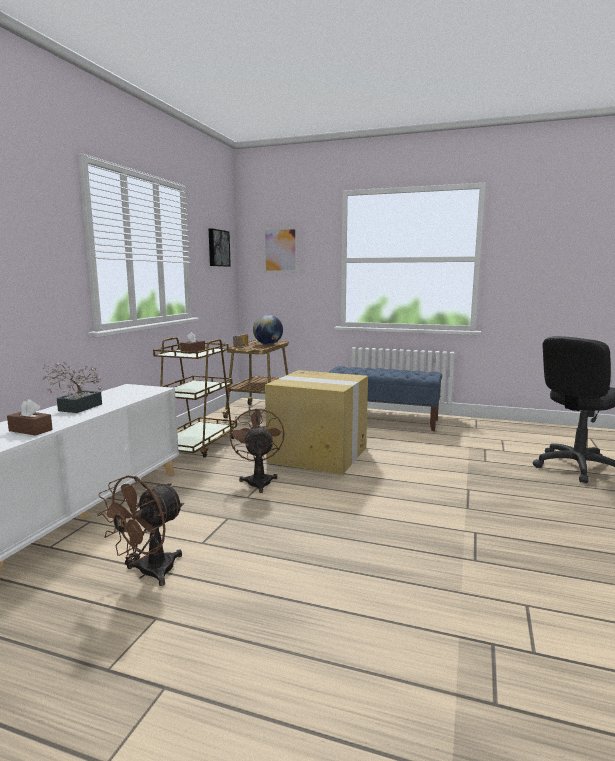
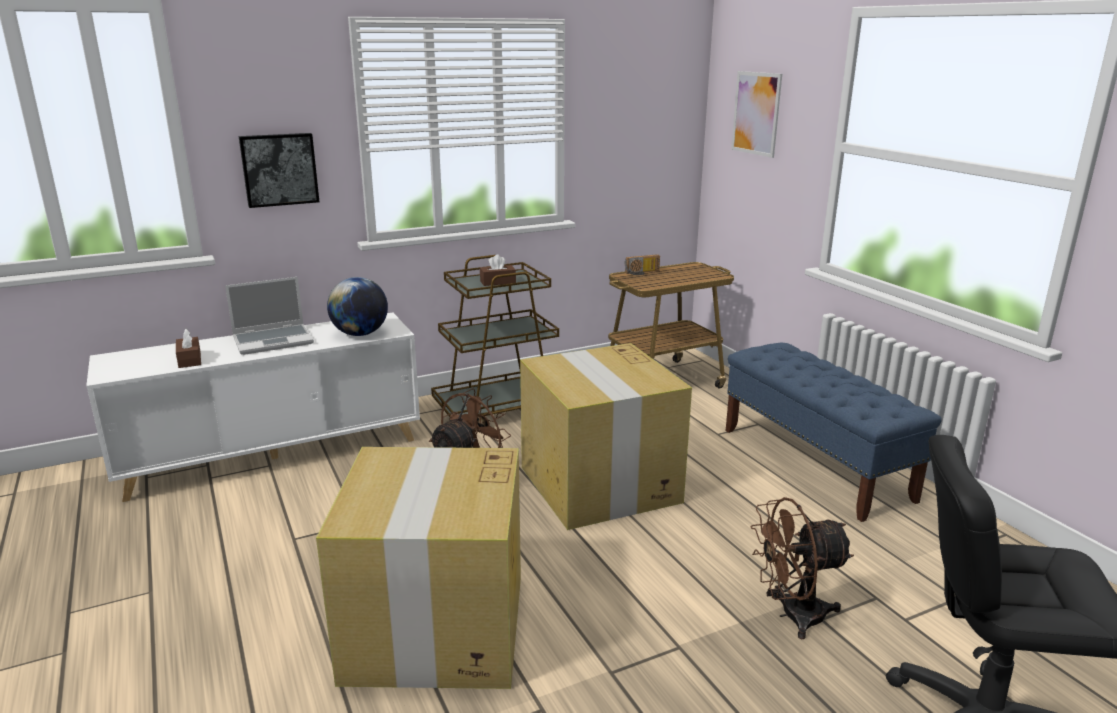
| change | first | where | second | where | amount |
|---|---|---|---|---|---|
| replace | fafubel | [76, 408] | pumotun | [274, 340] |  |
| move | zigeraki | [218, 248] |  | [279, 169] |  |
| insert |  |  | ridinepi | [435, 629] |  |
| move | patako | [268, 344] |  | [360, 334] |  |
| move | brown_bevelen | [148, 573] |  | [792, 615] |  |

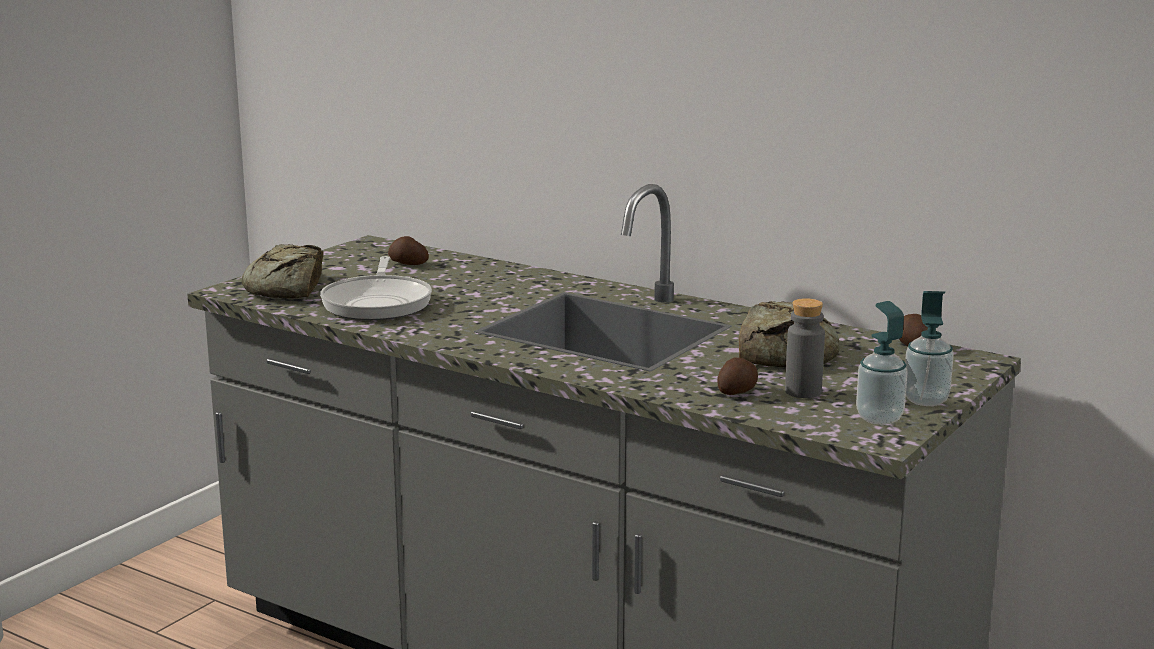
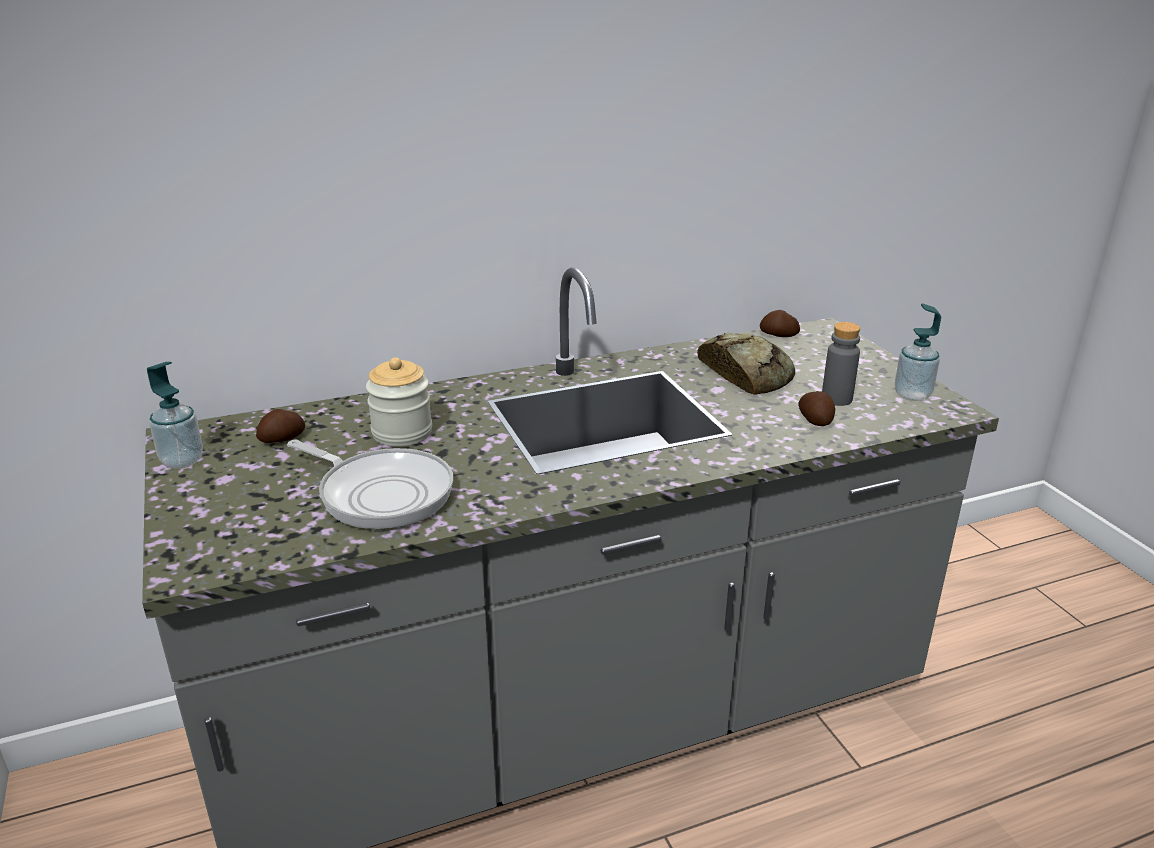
| change | first | where | second | where | amount |
|---|---|---|---|---|---|
| move | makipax | [926, 400] |  | [182, 461] |  |
| insert |  |  | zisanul | [402, 433] |  |
| delete | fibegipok | [286, 288] |  |  |  |

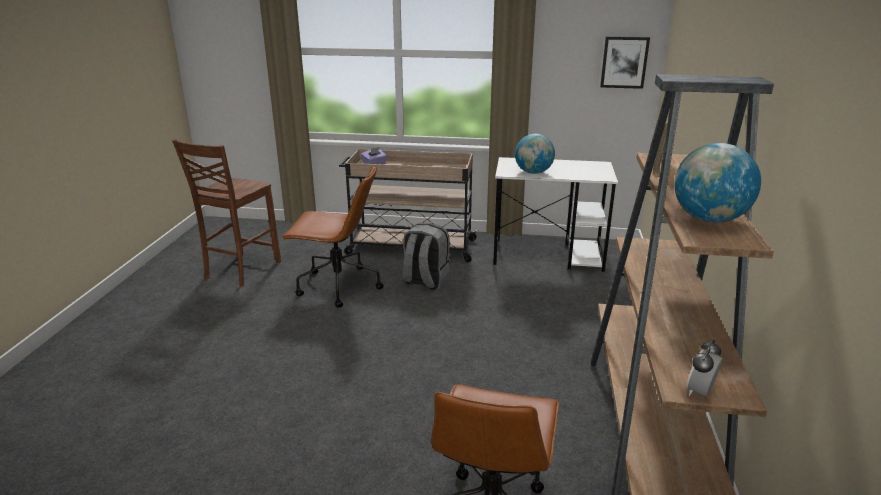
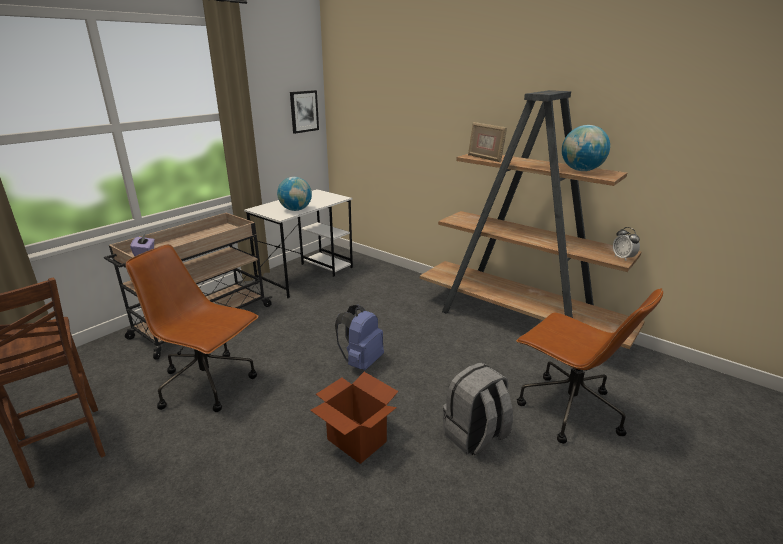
| change | first | where | second | where | amount |
|---|---|---|---|---|---|
| rotate | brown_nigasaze | [337, 286] |  | [208, 384] | 105 degrees counterclockwise |
| insert |  |  | ridinepi | [356, 440] |  |
| insert |  |  | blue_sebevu | [361, 362] |  |
| move | grey_sebevu | [425, 281] |  | [475, 436] |  |

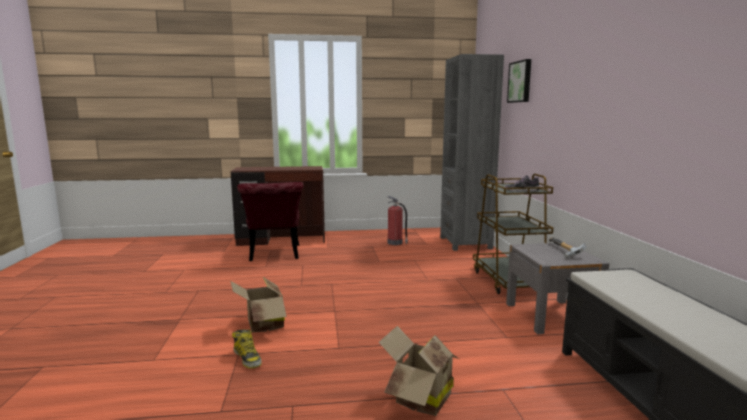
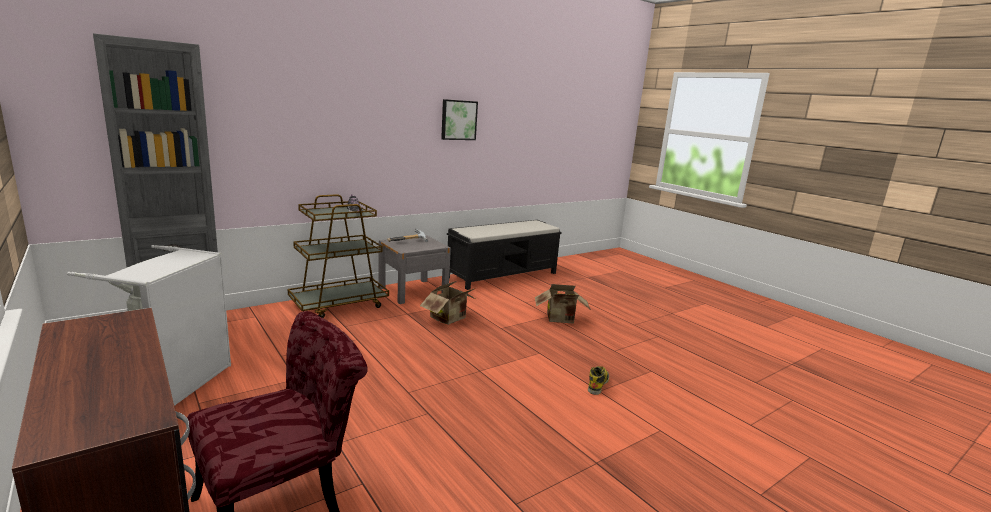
| change | first | where | second | where | amount |
|---|---|---|---|---|---|
| replace | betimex | [395, 243] | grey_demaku | [176, 384] |  |
| move | ridinepi | [262, 325] |  | [450, 319] |  |
| move | zigeraki | [520, 82] |  | [458, 120] |  |

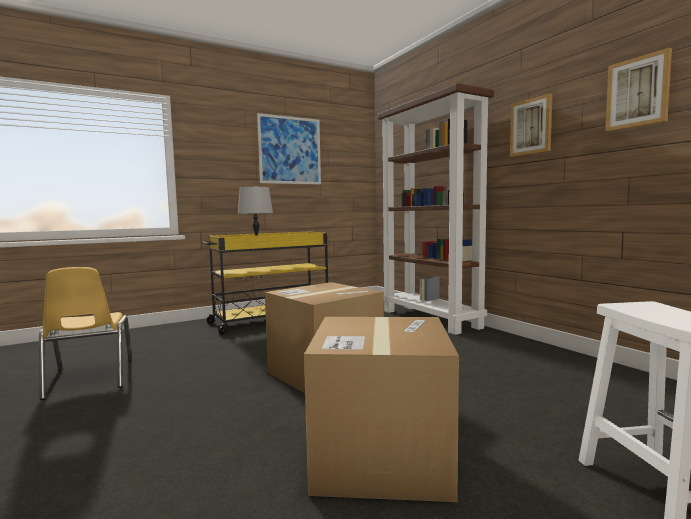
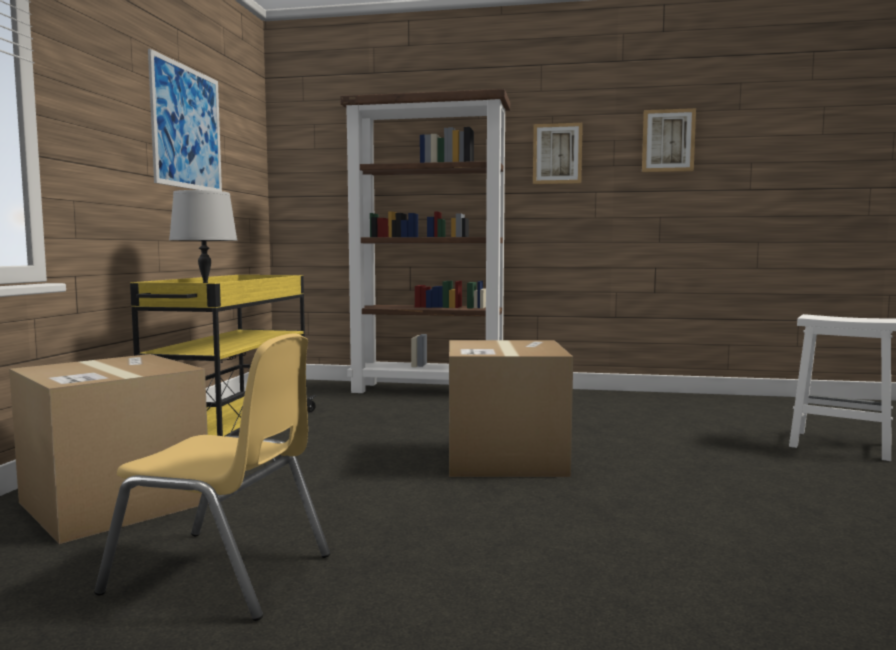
| change | first | where | second | where | amount |
|---|---|---|---|---|---|
| move | ridinepi | [381, 456] |  | [114, 502] |  |

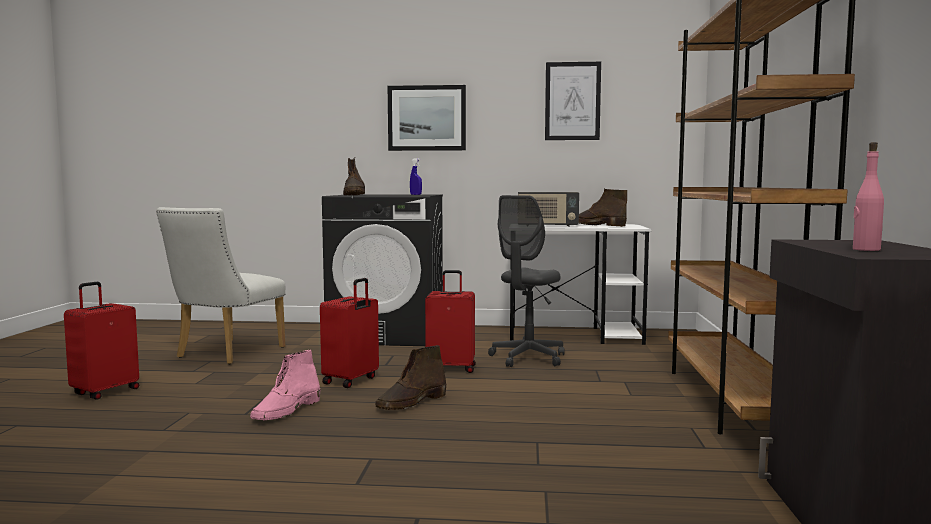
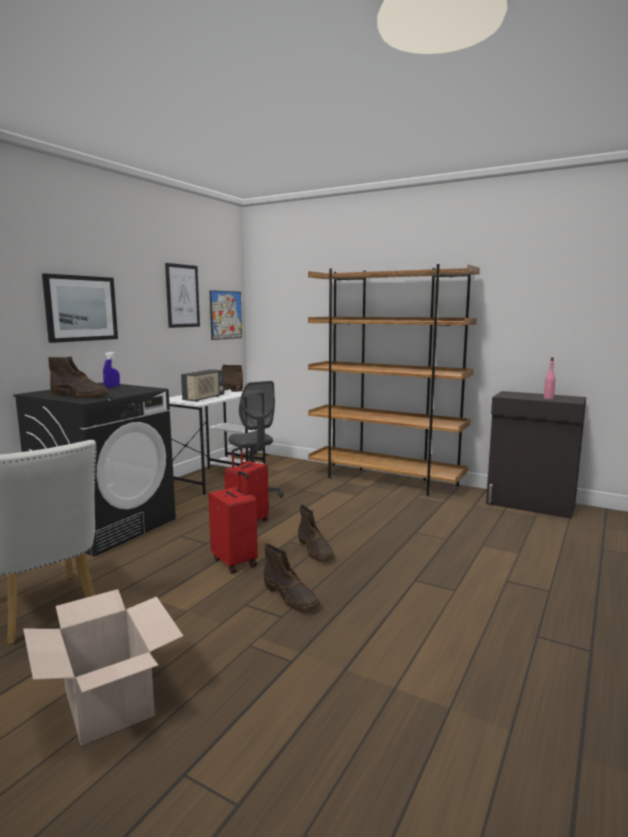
| change | first | where | second | where | amount |
|---|---|---|---|---|---|
| replace | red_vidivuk | [105, 392] | ridinepi | [107, 702] |  |
| insert |  |  | zigeraki | [226, 315] |  |
| recolor | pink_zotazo | [286, 411] | brown_zotazo | [291, 597] |  |

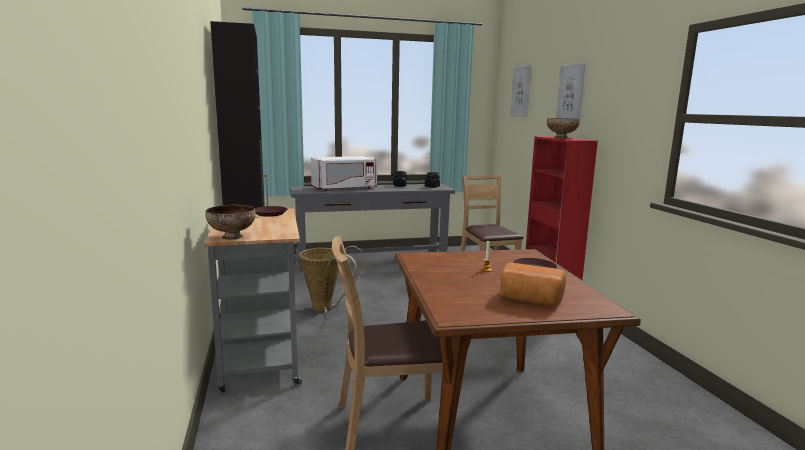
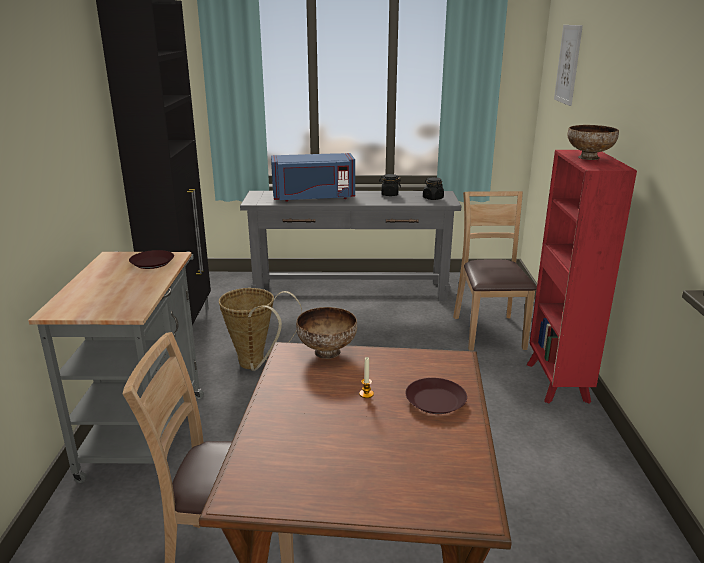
| change | first | where | second | where | amount |
|---|---|---|---|---|---|
| recolor | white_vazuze | [345, 188] | blue_vazuze | [313, 198] |  |
| move | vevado | [231, 237] |  | [326, 352] |  |
| delete | fibegipok | [530, 300] |  |  |  |
| delete | zigeraki | [570, 94] |  |  |  |

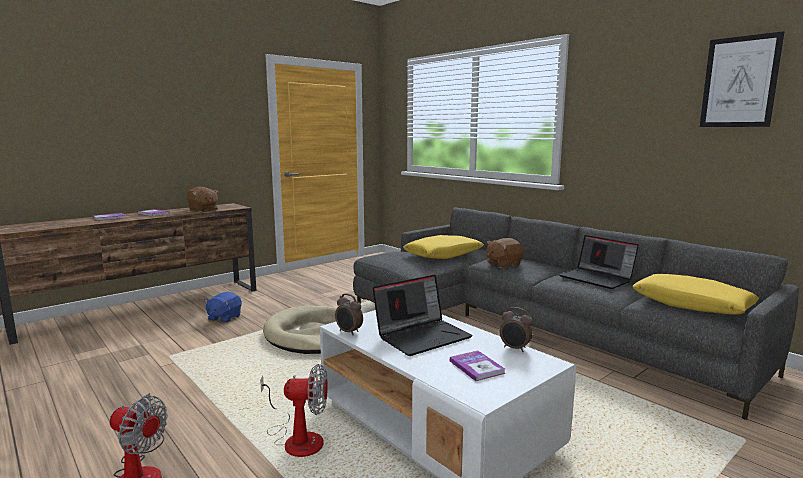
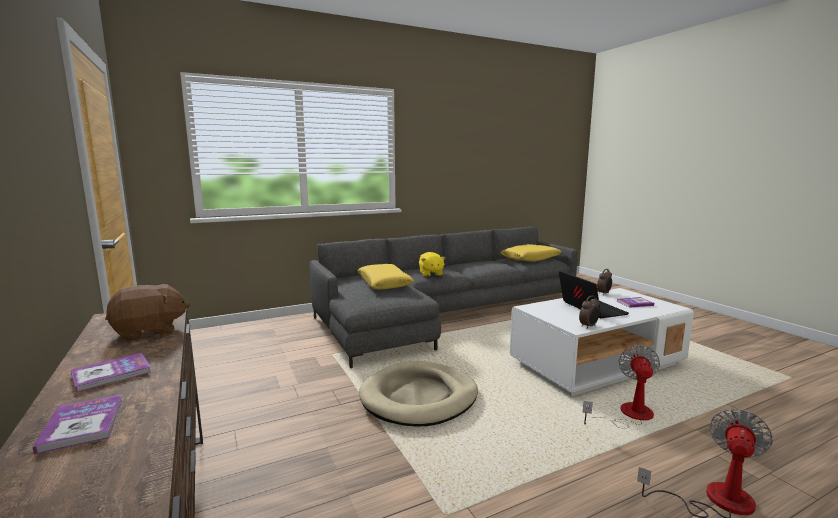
| change | first | where | second | where | amount |
|---|---|---|---|---|---|
| recolor | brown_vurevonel | [503, 264] | yellow_vurevonel | [431, 274] |  |
| delete | blue_vurevonel | [224, 318] |  |  |  |
| delete | pumotun | [597, 278] |  |  |  |
| delete | zigeraki | [739, 82] |  |  |  |

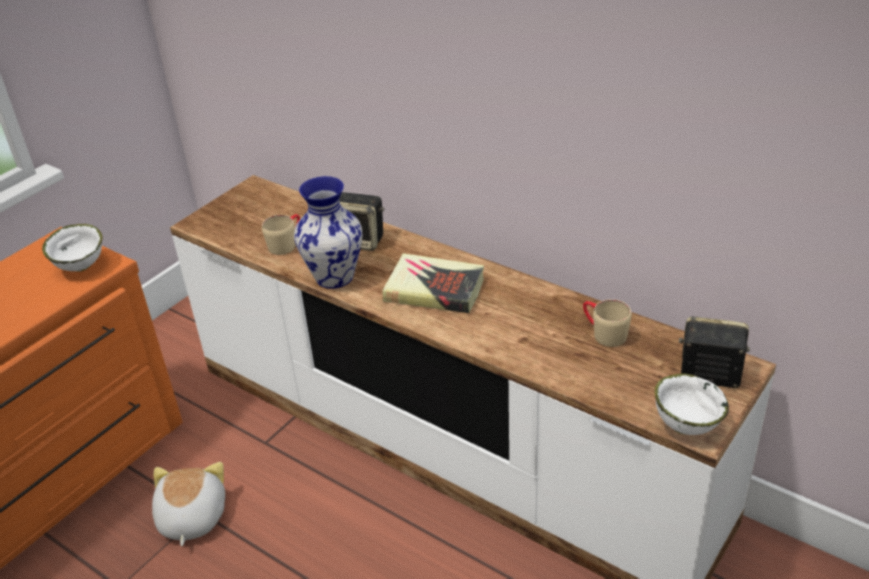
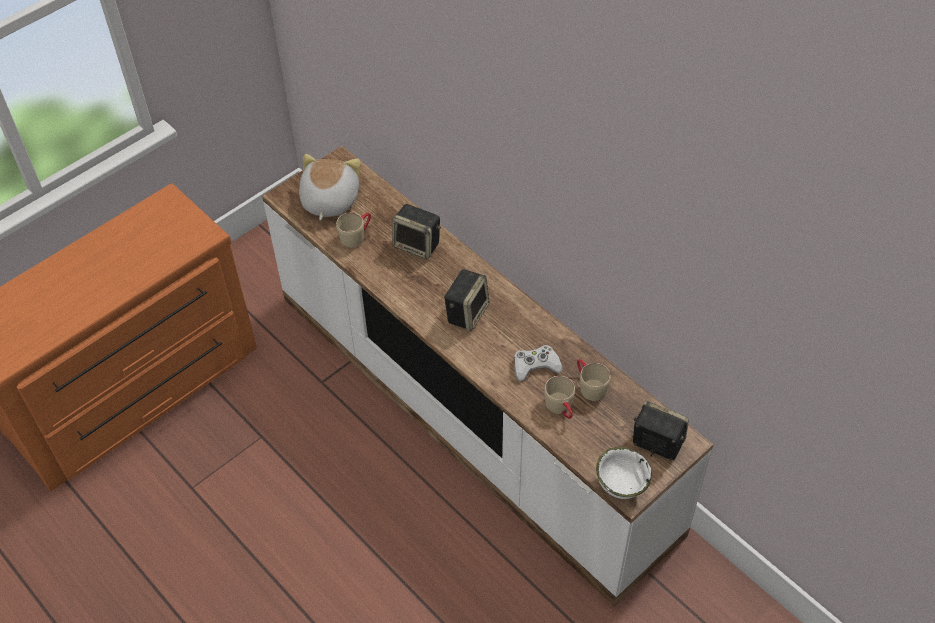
| change | first | where | second | where | amount |
|---|---|---|---|---|---|
| move | vurevonel | [191, 518] |  | [328, 200] |  |
| replace | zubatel | [434, 289] | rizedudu | [467, 312] |  |
| insert |  |  | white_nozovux | [535, 366] |  |
| insert |  |  | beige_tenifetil | [561, 408] |  |
| delete | white_vevado | [82, 266] |  |  |  |
| delete | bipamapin | [335, 276] |  |  |  |

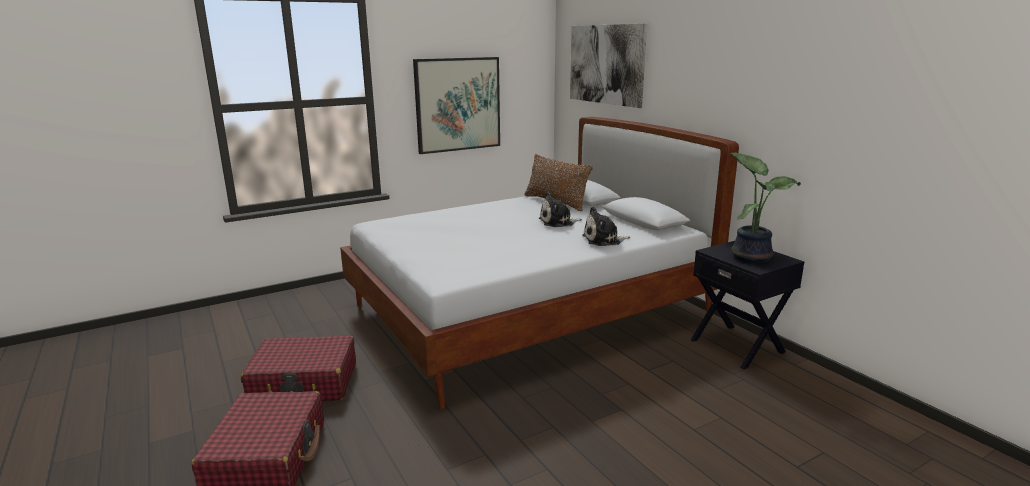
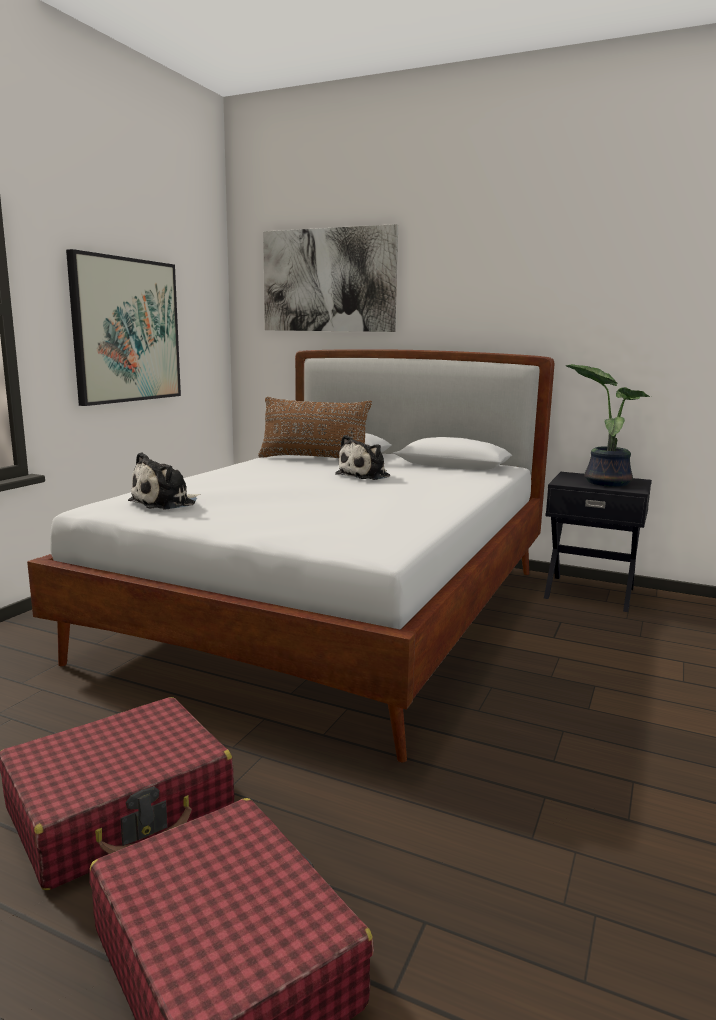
| change | first | where | second | where | amount |
|---|---|---|---|---|---|
| move | vurevonel | [603, 240] |  | [166, 503] |  |

